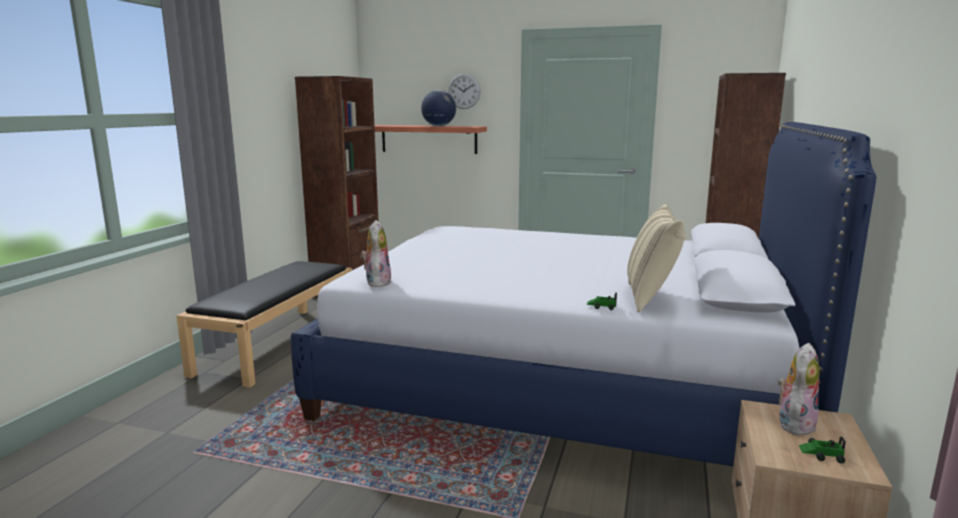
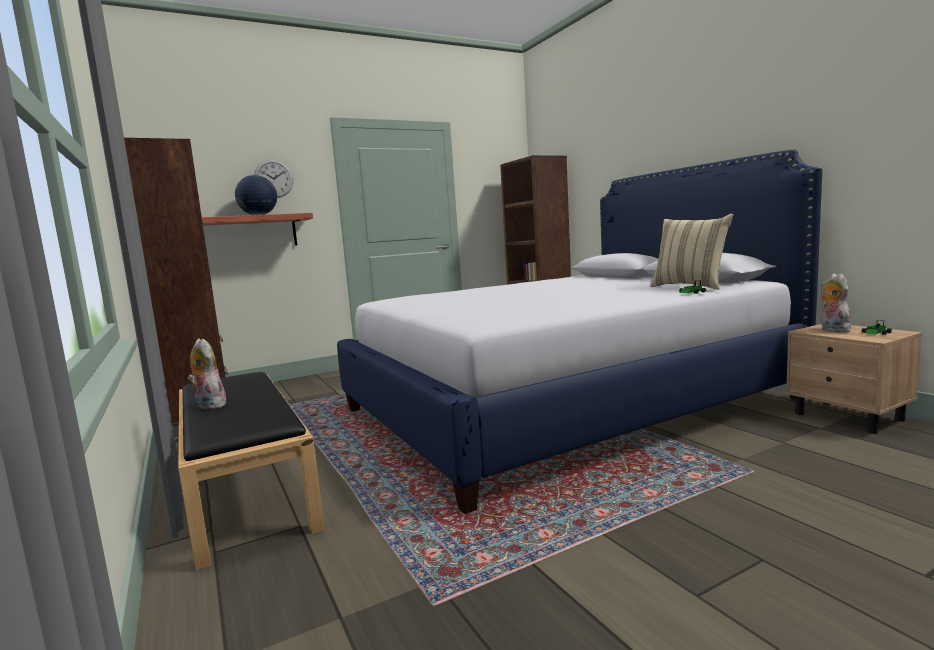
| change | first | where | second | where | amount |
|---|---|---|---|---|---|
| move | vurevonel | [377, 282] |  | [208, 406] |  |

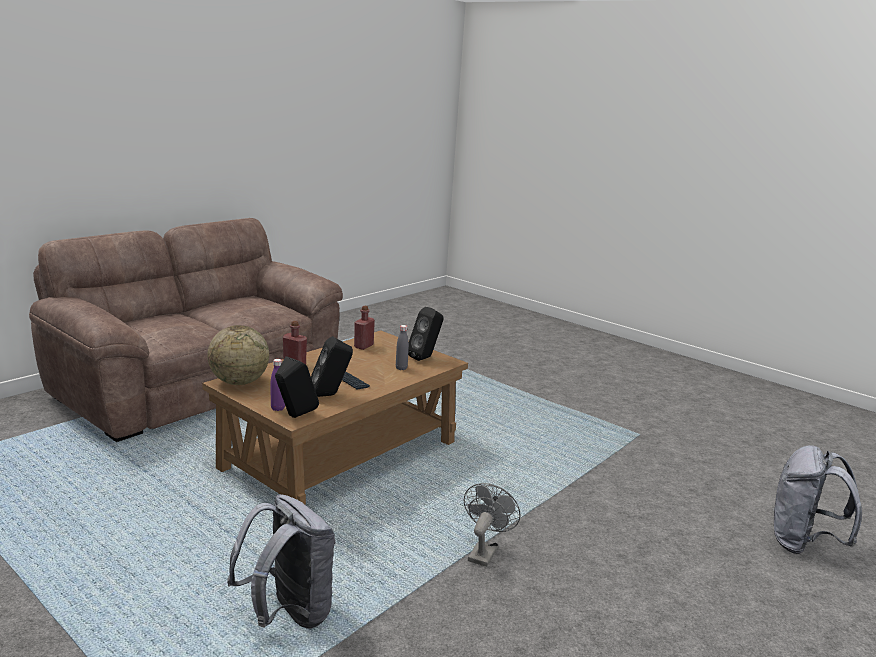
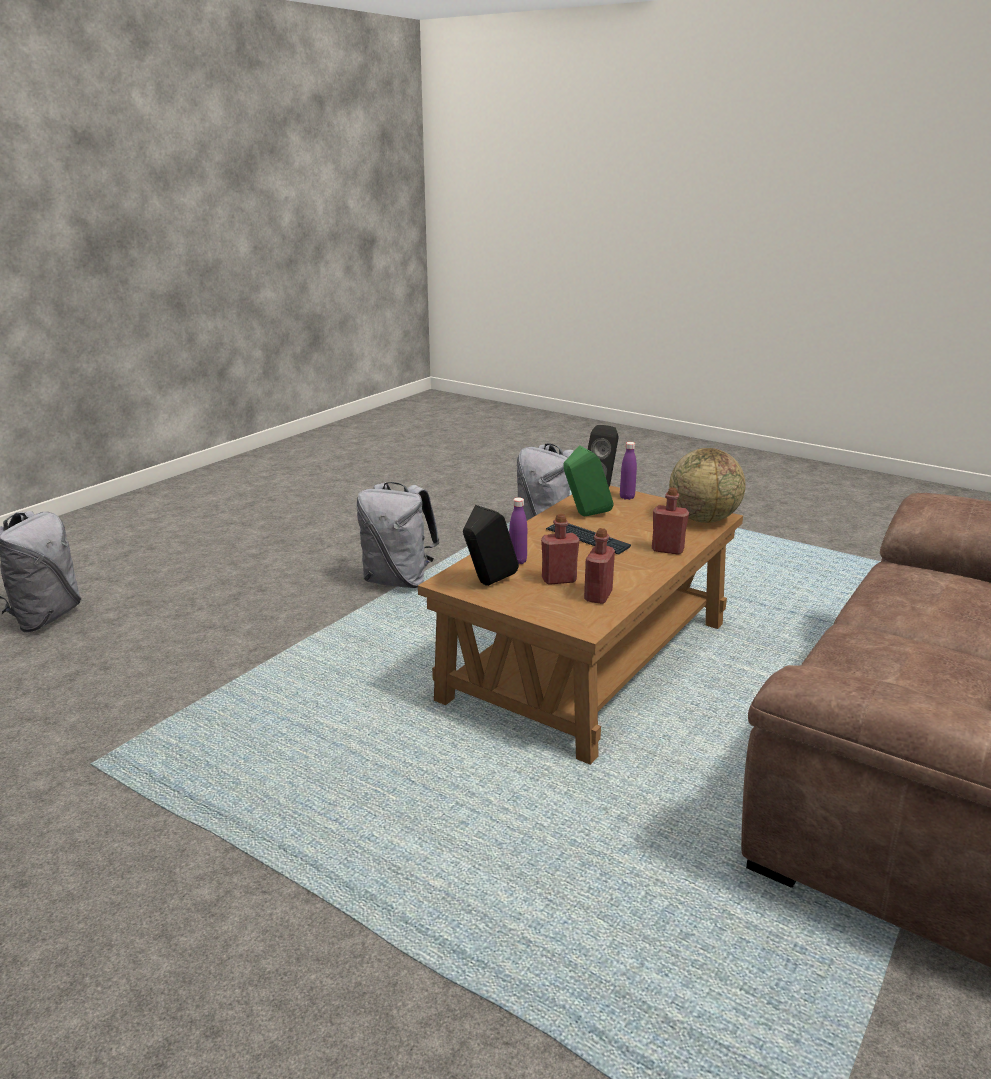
| change | first | where | second | where | amount |
|---|---|---|---|---|---|
| replace | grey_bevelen | [484, 551] | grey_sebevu | [398, 581] |  |
| recolor | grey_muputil | [401, 368] | purple_muputil | [518, 561] |  |
| insert |  |  | red_muputil | [559, 580] |  |
| recolor | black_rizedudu | [330, 395] | green_rizedudu | [585, 516] |  |

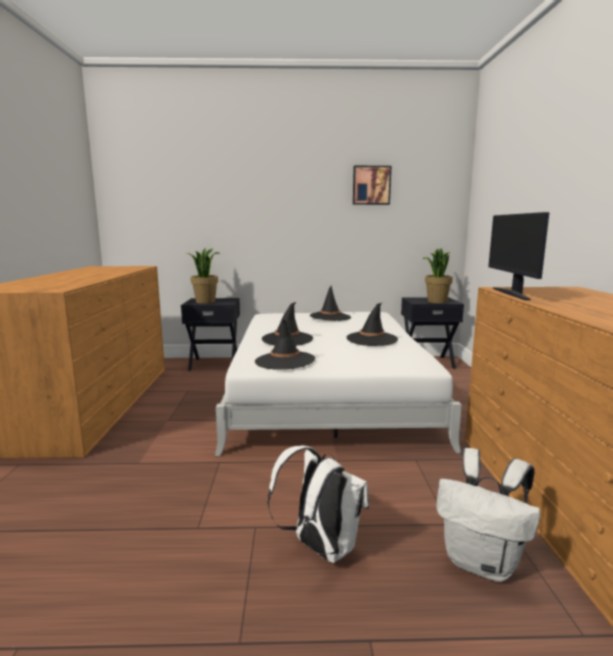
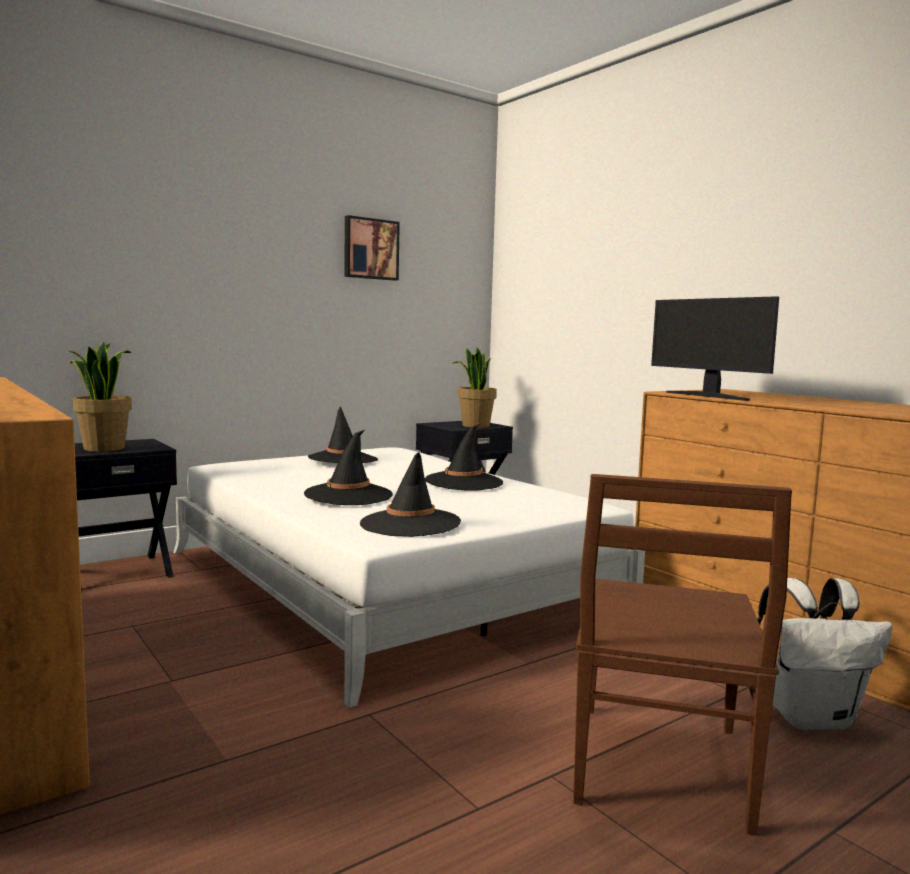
| change | first | where | second | where | amount |
|---|---|---|---|---|---|
| replace | white_sebevu | [320, 548] | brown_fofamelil | [658, 767] |  |

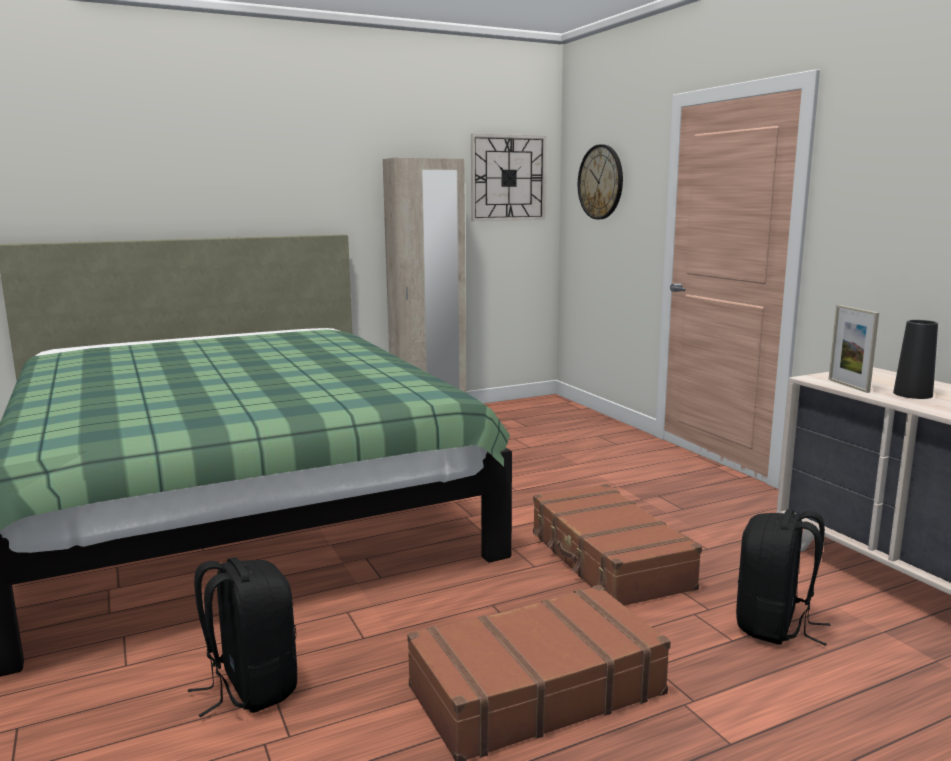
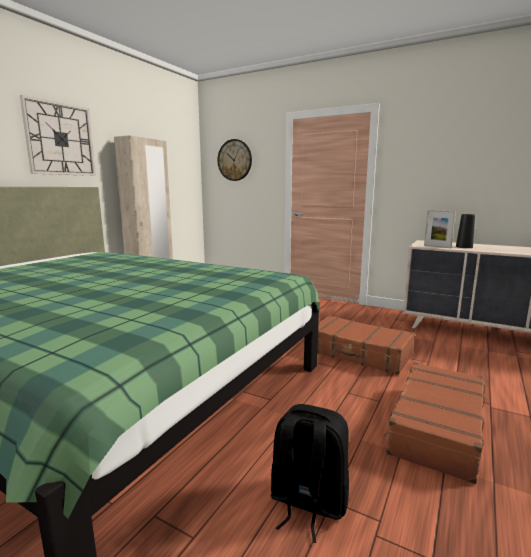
| change | first | where | second | where | amount |
|---|---|---|---|---|---|
| move | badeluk | [508, 178] |  | [60, 139] |  |
| delete | black_sebevu | [774, 626] |  |  |  |

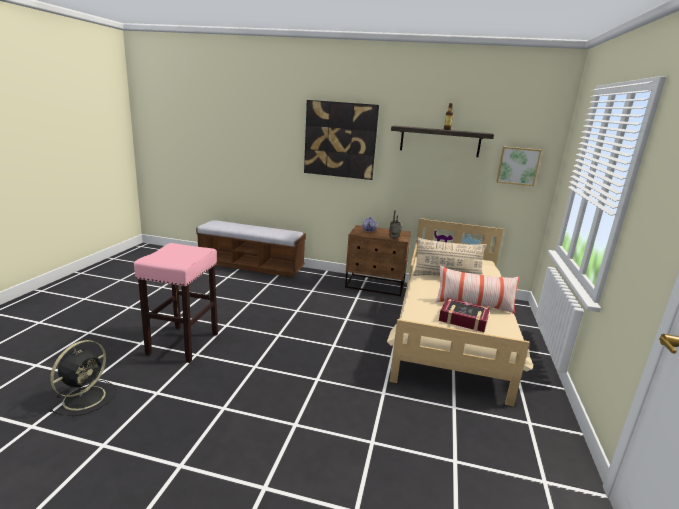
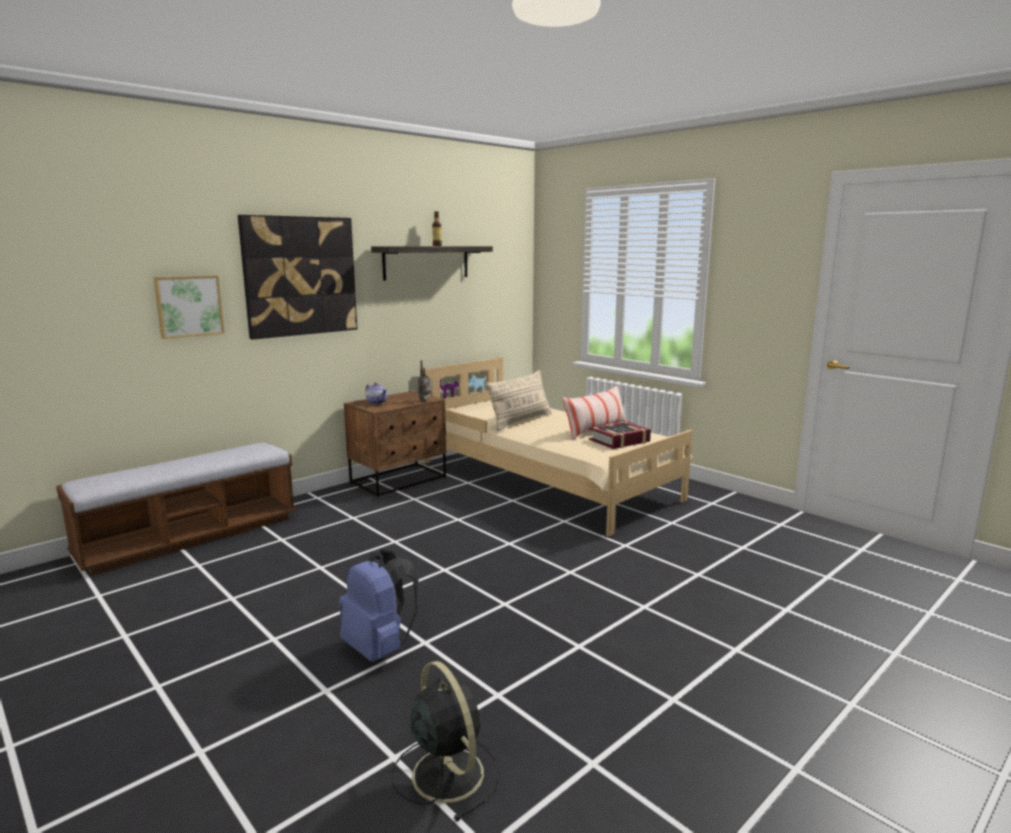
| change | first | where | second | where | amount |
|---|---|---|---|---|---|
| move | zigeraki | [518, 166] |  | [188, 306] |  |
| replace | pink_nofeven | [183, 344] | blue_sebevu | [379, 648] |  |

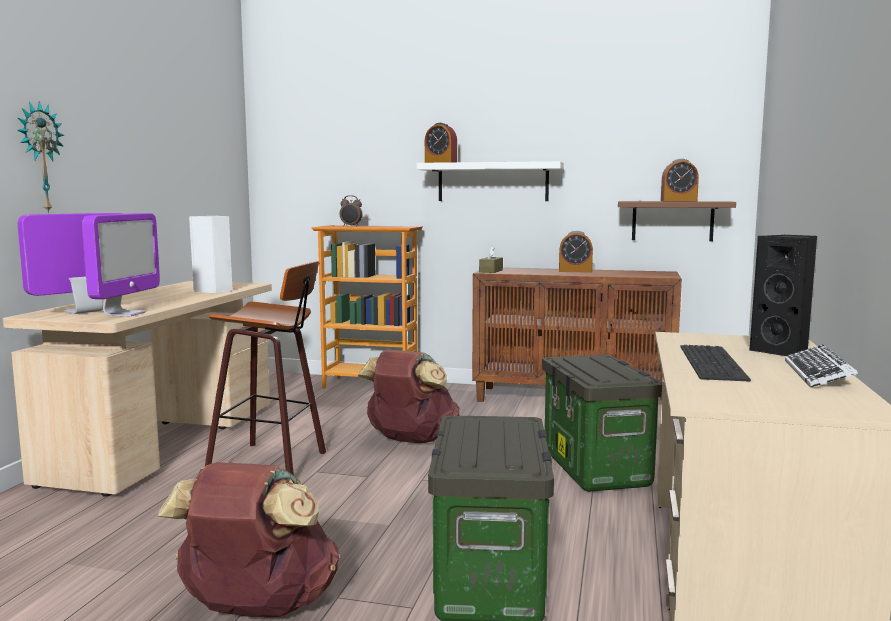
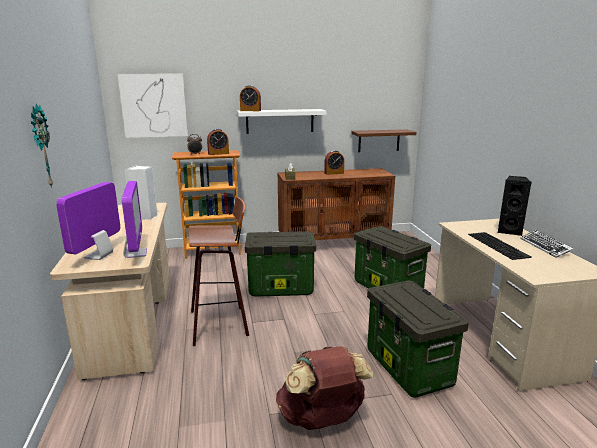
| change | first | where | second | where | amount |
|---|---|---|---|---|---|
| insert |  |  | zigeraki | [154, 105] |  |
| move | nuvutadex | [678, 201] |  | [218, 153] |  |
| replace | brown_sebevu | [410, 440] | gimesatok | [280, 288] |  |

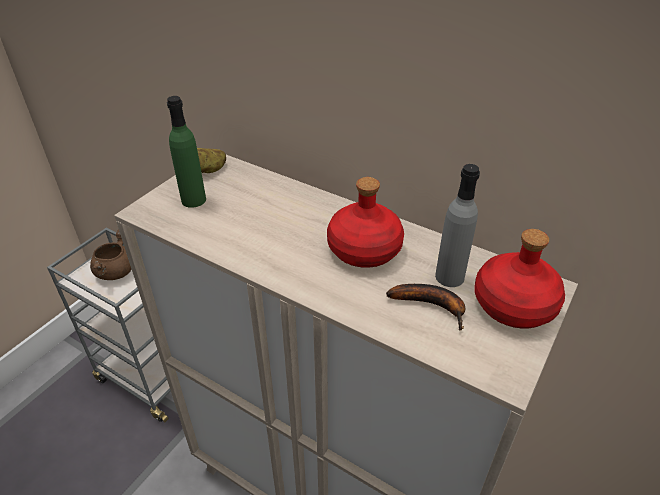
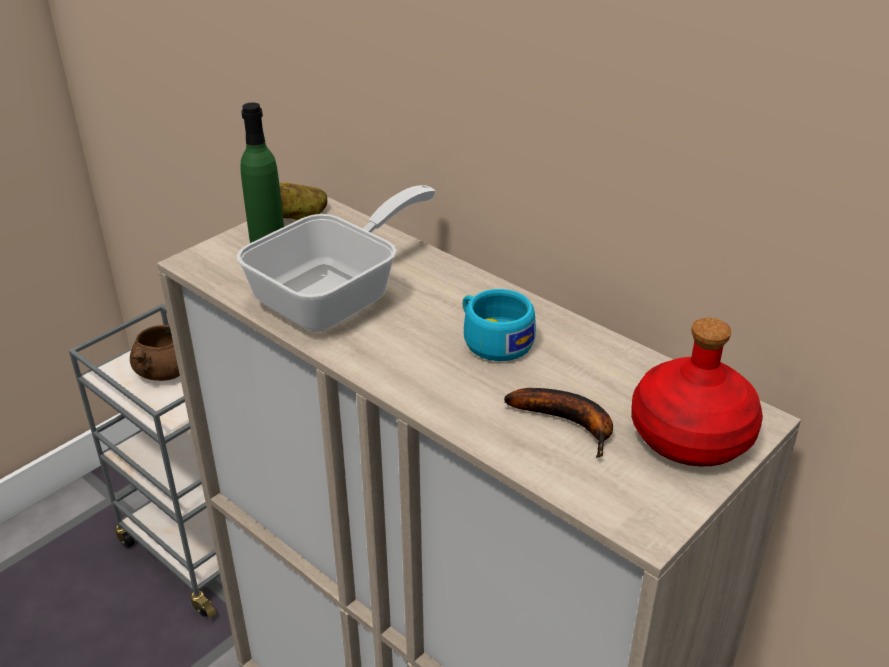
| change | first | where | second | where | amount |
|---|---|---|---|---|---|
| insert |  |  | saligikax | [338, 295] |  |
| replace | red_muputil | [364, 249] | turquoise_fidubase | [492, 340] |  |
| delete | grey_muputil | [449, 277] |  |  |  |

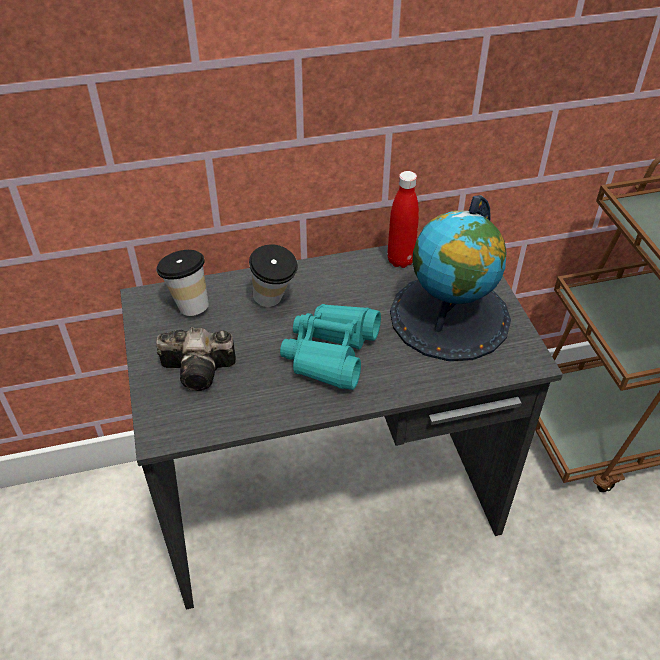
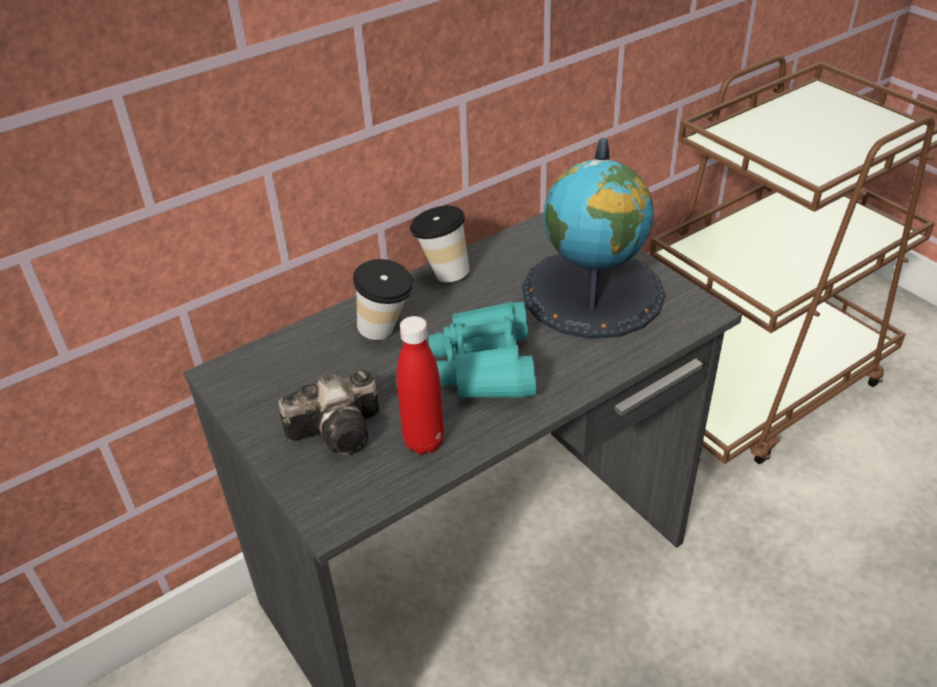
| change | first | where | second | where | amount |
|---|---|---|---|---|---|
| move | red_muputil | [400, 260] |  | [424, 441] |  |
| move | fidubase | [188, 304] |  | [442, 273] |  |

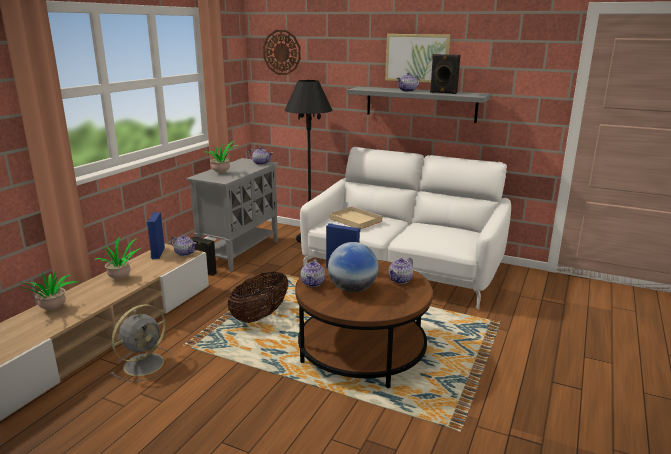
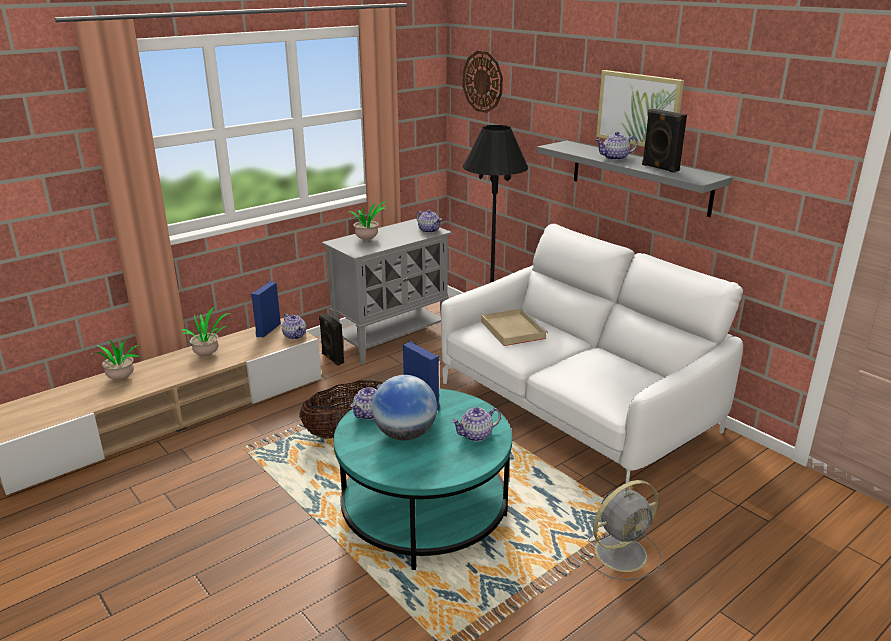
| change | first | where | second | where | amount |
|---|---|---|---|---|---|
| recolor | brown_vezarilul | [362, 350] | turquoise_vezarilul | [424, 511] |  |
| move | grey_bevelen | [145, 363] |  | [622, 552] |  |

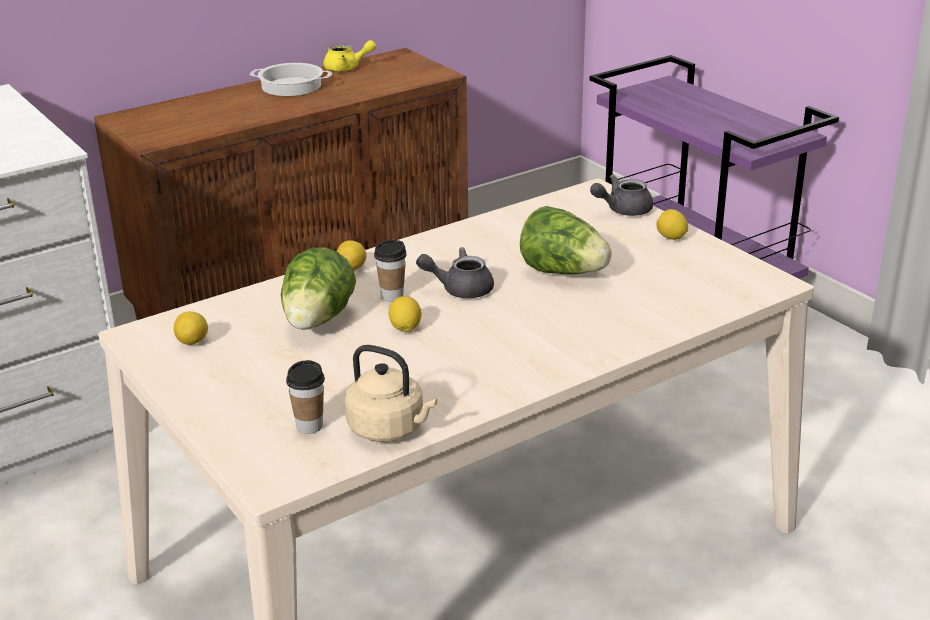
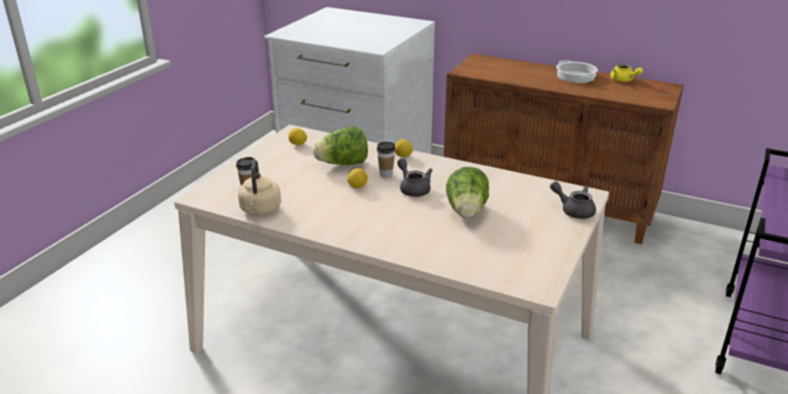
| change | first | where | second | where | amount |
|---|---|---|---|---|---|
| delete | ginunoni | [671, 238] |  |  |  |

